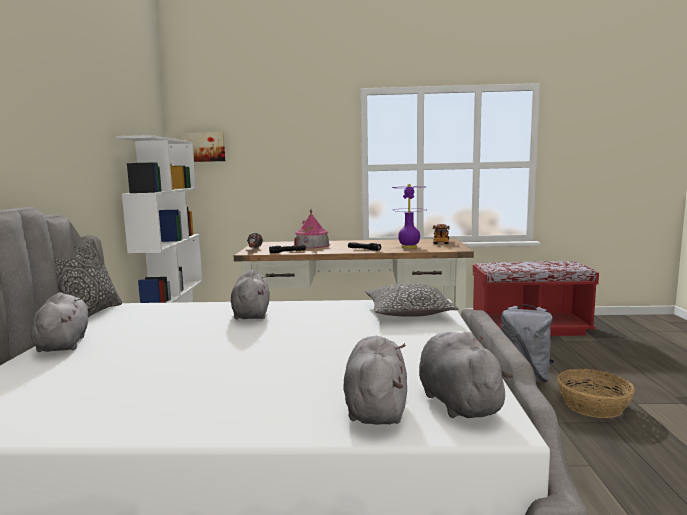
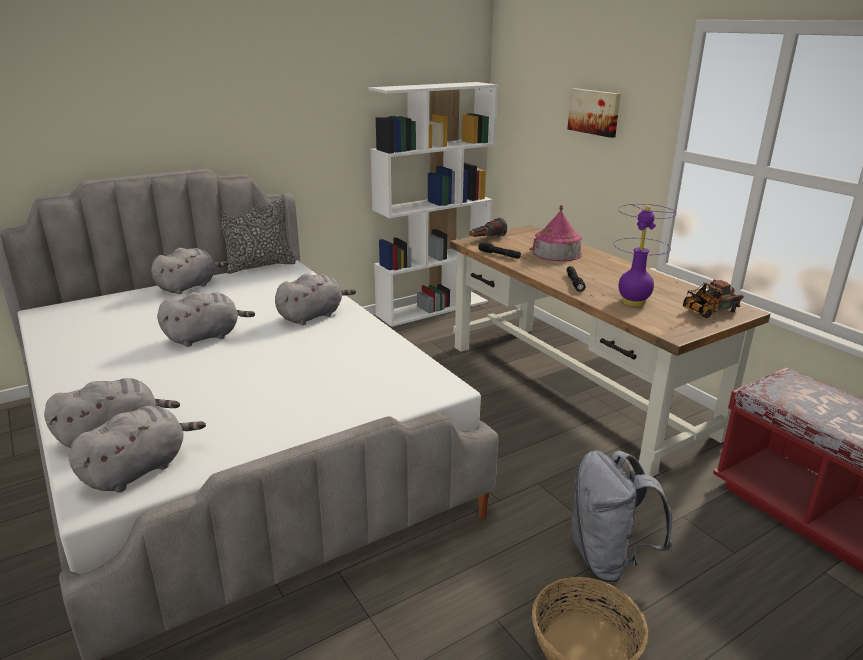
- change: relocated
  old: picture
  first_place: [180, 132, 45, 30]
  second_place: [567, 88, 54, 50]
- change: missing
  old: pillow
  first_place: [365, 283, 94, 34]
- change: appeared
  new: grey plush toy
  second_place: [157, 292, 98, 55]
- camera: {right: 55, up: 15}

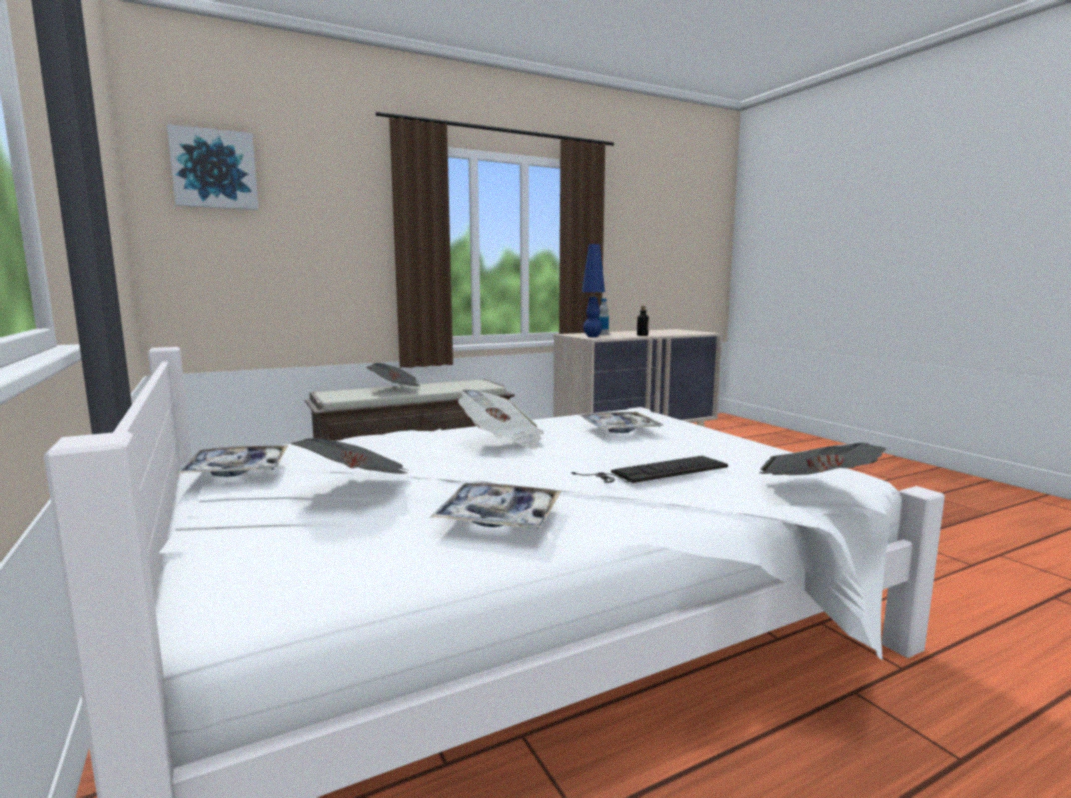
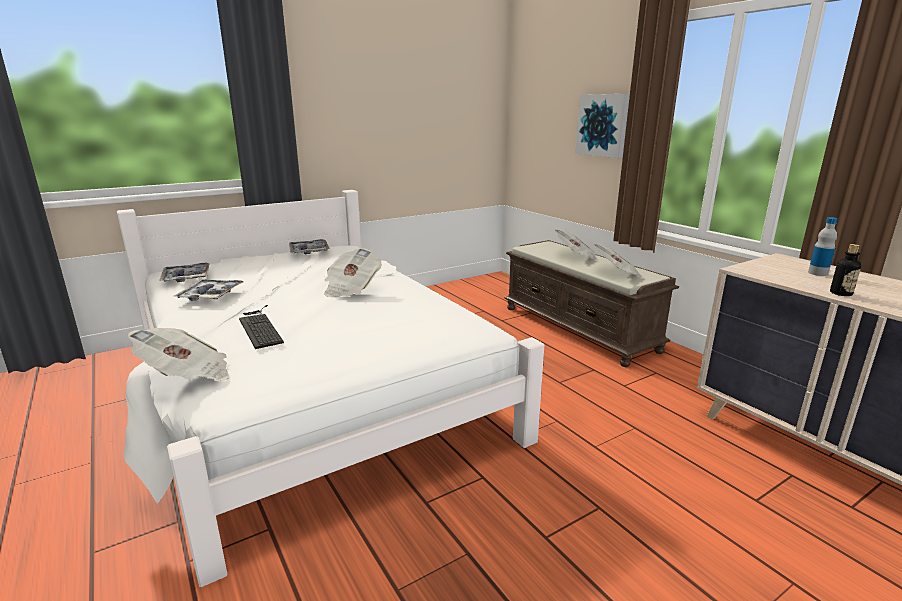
- change: relocated
  old: picture
  first_place: [167, 124, 92, 86]
  second_place: [575, 94, 55, 64]
- change: relocated
  old: newspaper
  first_place: [291, 438, 118, 36]
  second_place: [593, 243, 51, 35]
- change: relocated
  old: tray
  first_place: [580, 412, 84, 21]
  second_place: [160, 263, 50, 19]
- change: missing
  old: blue table lamp
  first_place: [582, 244, 23, 93]
- camera: {right: 85, up: 10}

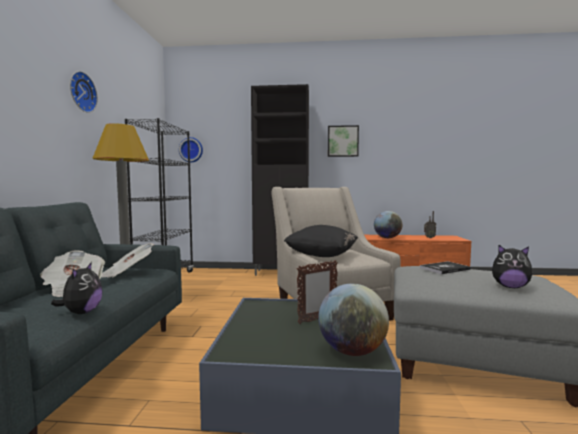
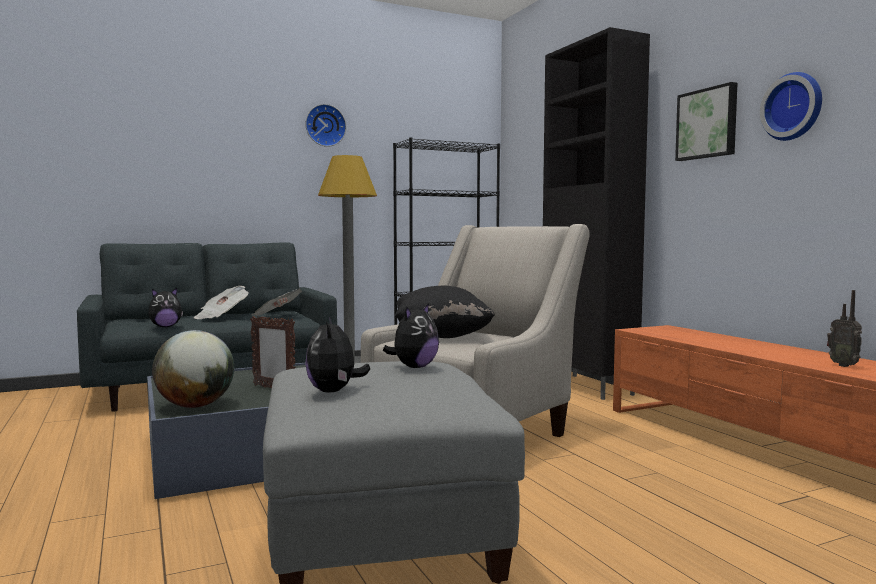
- change: relocated
  old: wall clock
  first_place: [179, 137, 24, 26]
  second_place: [760, 72, 62, 69]
- change: missing
  old: globe
  first_place: [374, 211, 28, 27]
- change: exchanged
  old: book
  new: plush toy
  first_place: [420, 261, 51, 13]
  second_place: [383, 303, 56, 65]
- camera: {right: 60, up: 0}

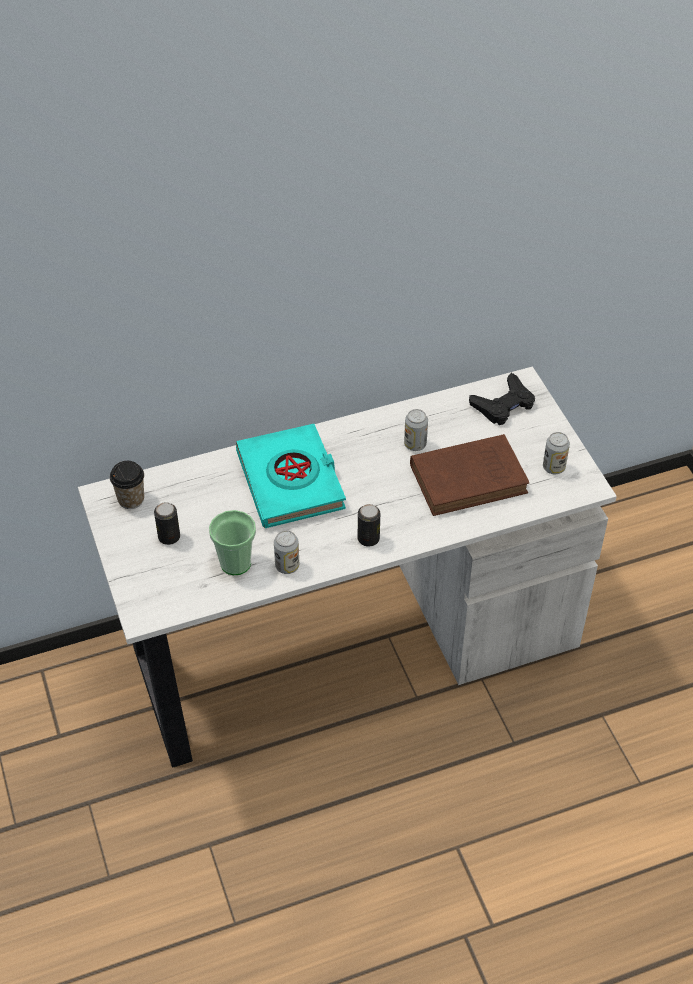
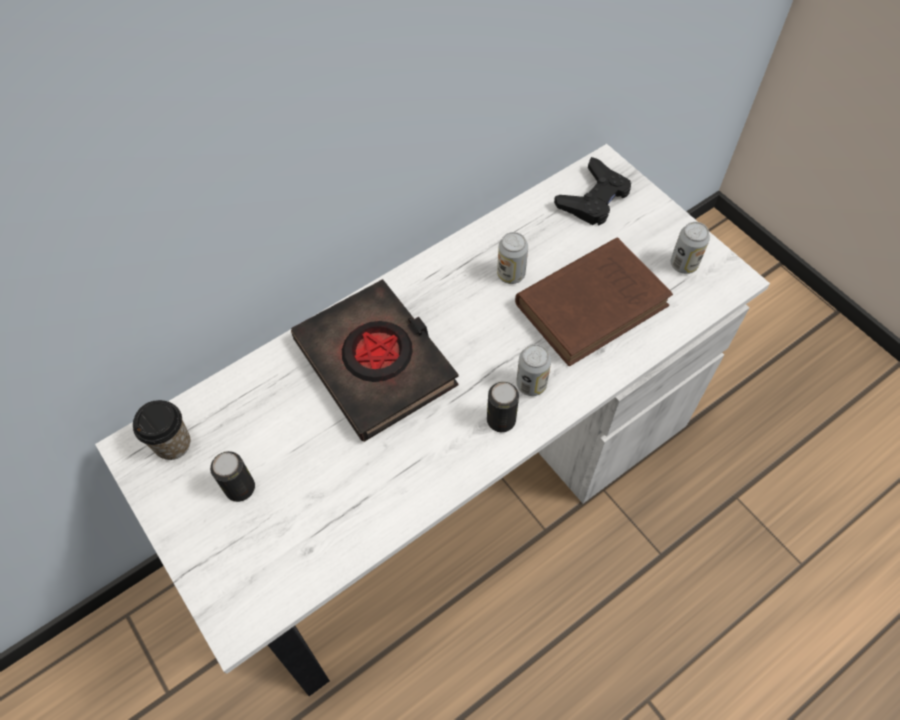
- change: missing
  old: cup
  first_place: [209, 510, 47, 65]
- change: colour
  old: turquoise book
  new: black book
  first_place: [236, 424, 110, 104]
  second_place: [291, 279, 168, 163]
- change: relocated
  old: can
  first_place: [274, 530, 25, 44]
  second_place: [516, 344, 35, 52]
- camera: {right: -15, up: 10}

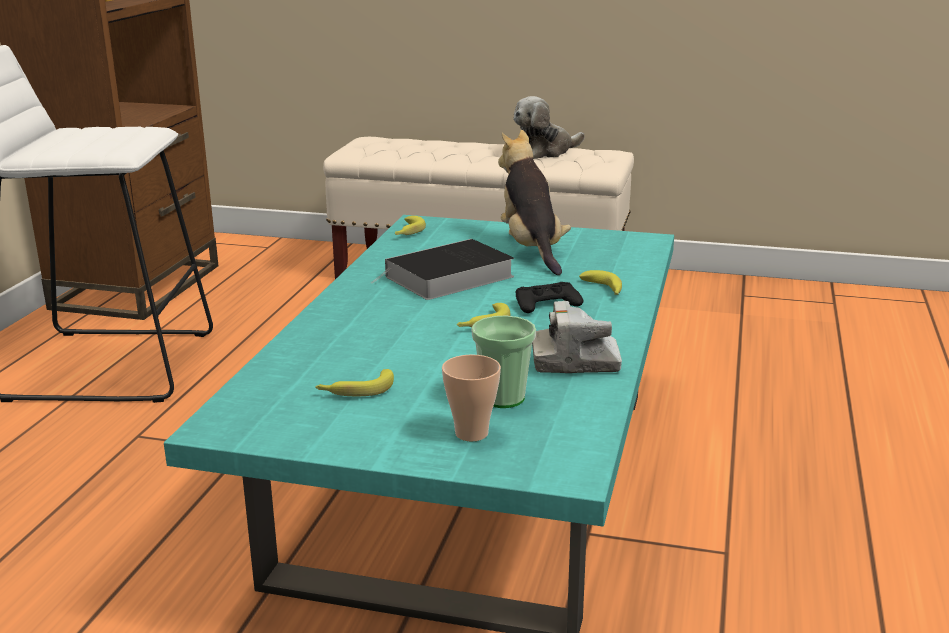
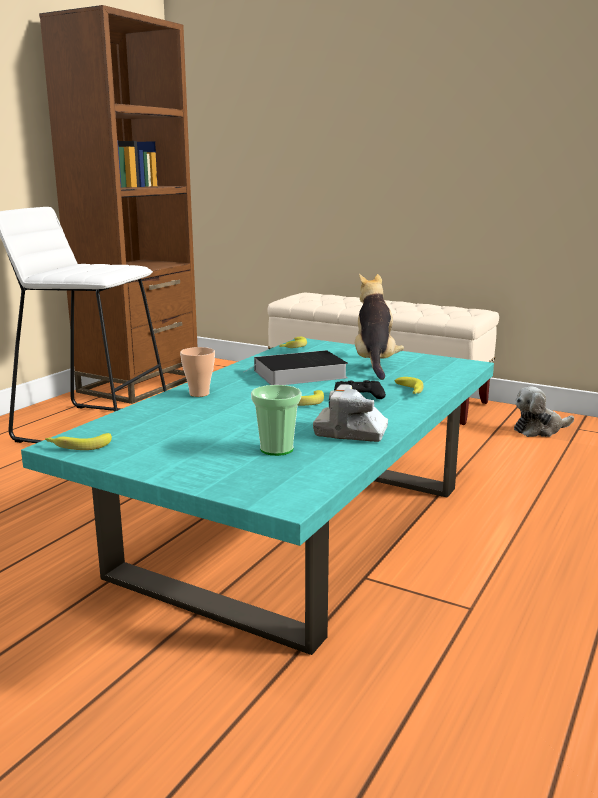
- change: relocated
  old: banana
  first_place: [315, 369, 79, 27]
  second_place: [45, 433, 67, 17]
- change: relocated
  old: cup
  first_place: [442, 354, 59, 87]
  second_place: [180, 347, 35, 50]
- change: relocated
  old: plush toy
  first_place: [514, 96, 71, 63]
  second_place: [514, 387, 60, 50]
- camera: {right: 15, up: -5}

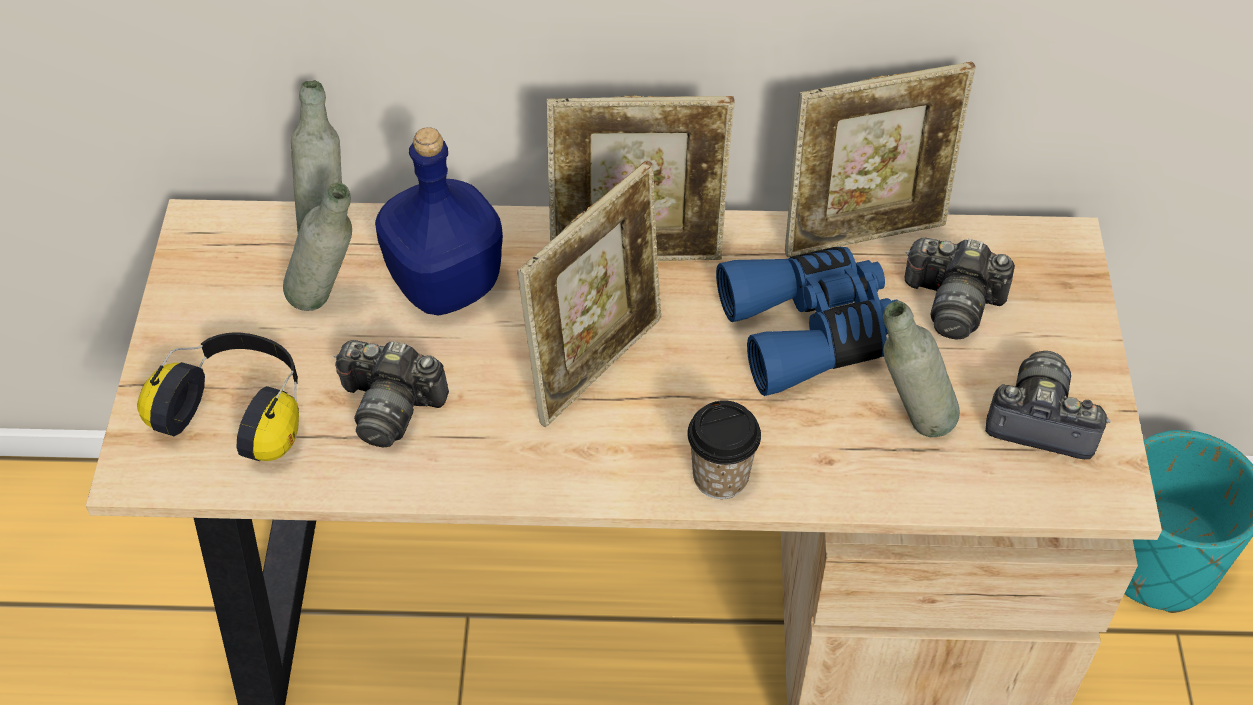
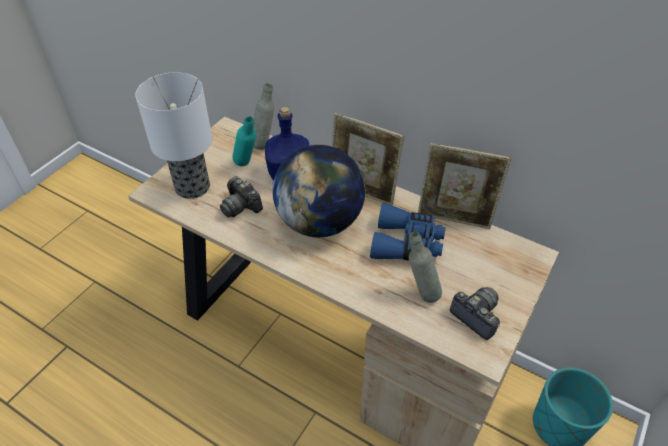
- change: exchanged
  old: headphones
  new: table lamp
  first_place: [137, 332, 162, 129]
  second_place: [135, 72, 77, 127]
- change: colour
  old: grey bottle
  new: turquoise bottle
  first_place: [283, 182, 69, 129]
  second_place: [233, 116, 23, 50]
- change: exchanged
  old: picture frame
  new: globe
  first_place: [517, 160, 144, 267]
  second_place: [273, 145, 92, 92]
- change: missing
  old: cup
  first_place: [687, 400, 74, 99]
- change: missing
  old: photo camera
  first_place: [905, 237, 110, 103]
- camera: {right: 30, up: -5}

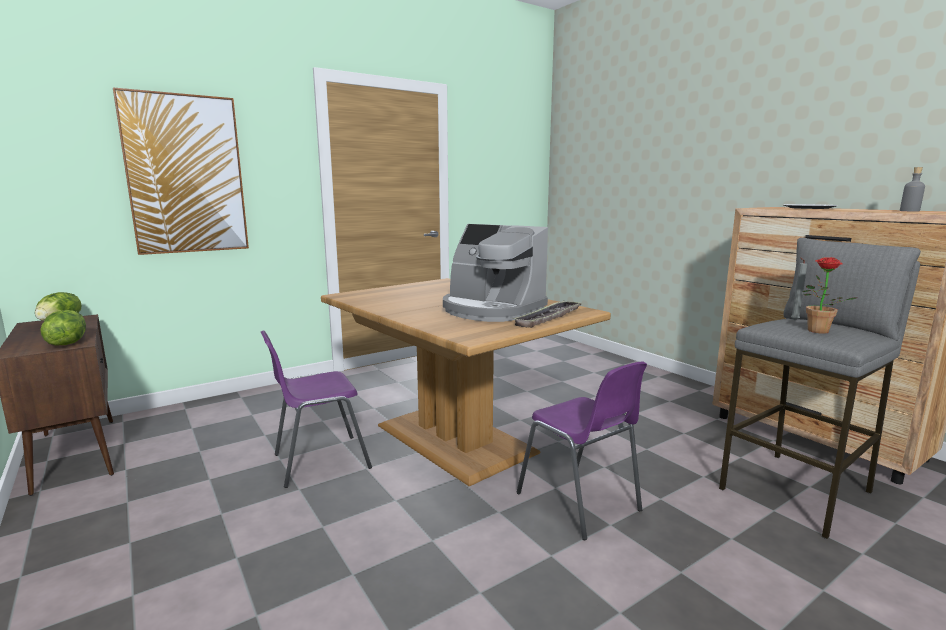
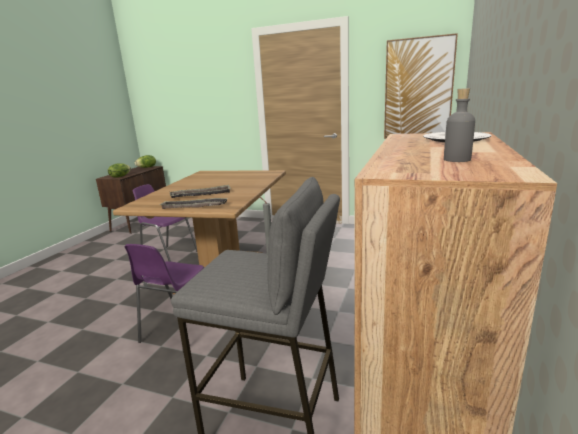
- change: relocated
  old: picture
  first_place: [113, 87, 136, 168]
  second_place: [384, 33, 74, 106]
- change: exchanged
  old: coffee machine
  new: tray
  first_place: [443, 224, 105, 98]
  second_place: [170, 185, 61, 13]
- change: missing
  old: potted plant
  first_place: [802, 257, 54, 77]
- camera: {right: 55, up: 5}

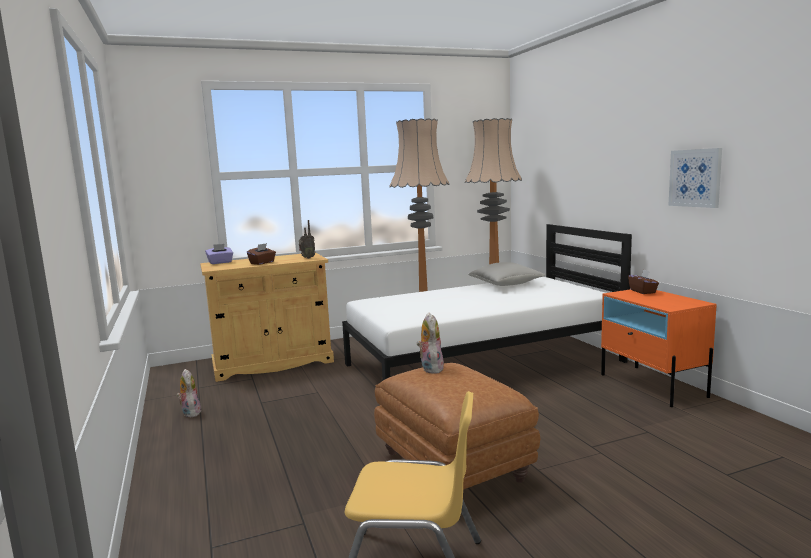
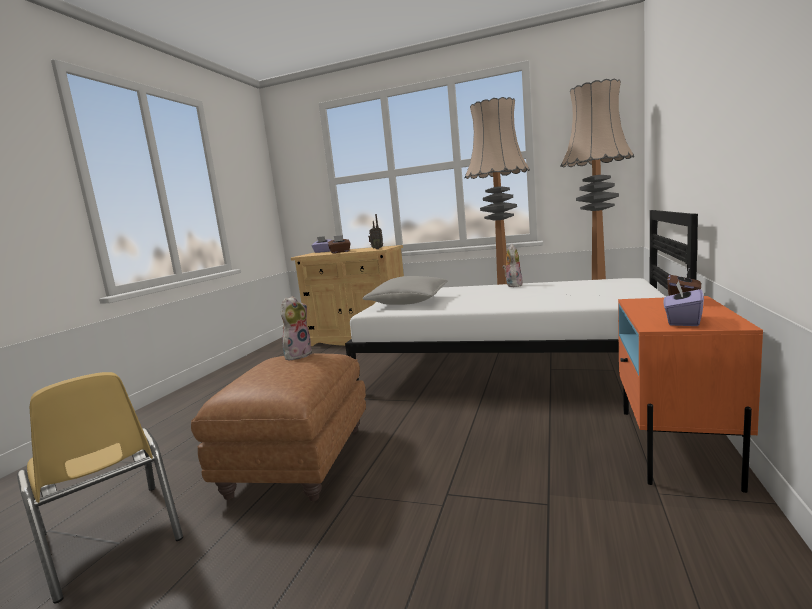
- change: relocated
  old: plush toy
  first_place: [176, 369, 26, 48]
  second_place: [503, 244, 20, 43]
- change: relocated
  old: grey pillow
  first_place: [468, 262, 78, 24]
  second_place: [363, 276, 85, 29]
- change: missing
  old: picture
  first_place: [668, 148, 54, 60]
- change: appeared
  new: purple tissue box
  second_place: [664, 281, 40, 45]
- camera: {right: 40, up: 0}

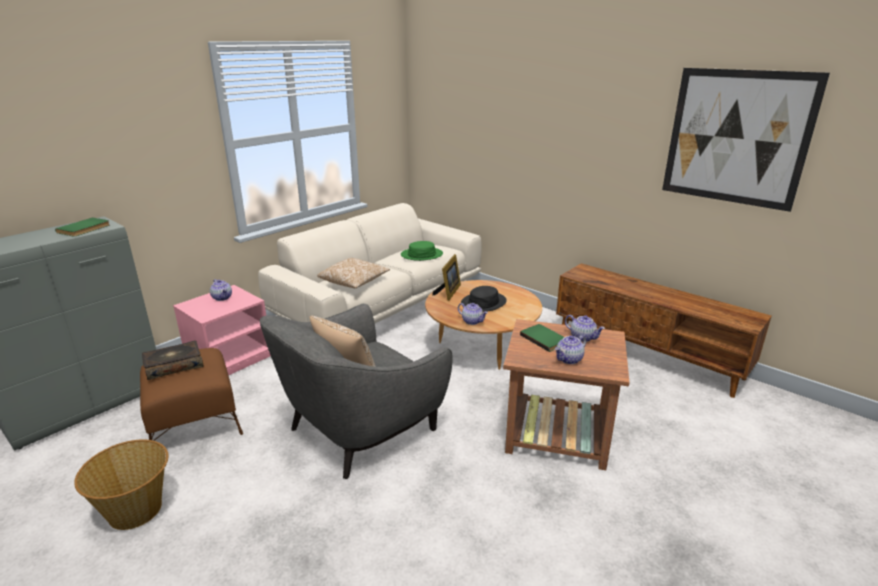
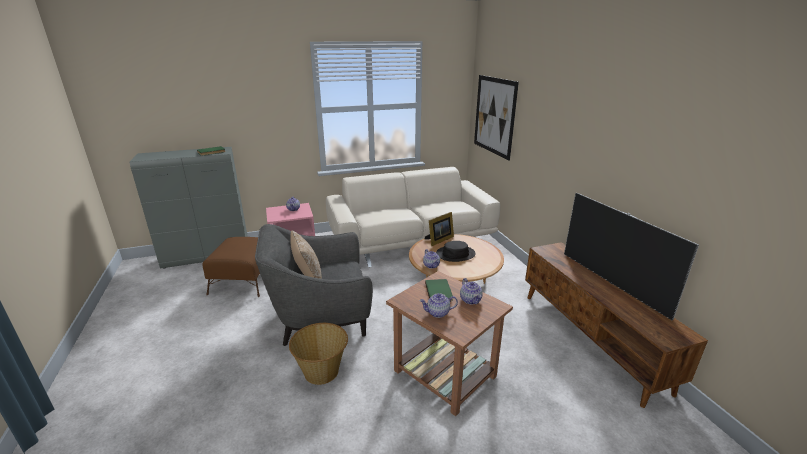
- change: relocated
  old: basket
  first_place: [74, 439, 95, 91]
  second_place: [289, 323, 59, 62]
- change: missing
  old: book
  first_place: [142, 340, 62, 40]
- change: missing
  old: pillow
  first_place: [317, 258, 73, 30]
- change: missing
  old: green hat
  first_place: [401, 241, 42, 20]
- change: relocated
  old: picture
  first_place: [662, 68, 168, 144]
  second_place: [474, 75, 45, 86]
- change: appeared
  new: television
  second_place: [564, 193, 135, 127]
- camera: {right: 30, up: 0}

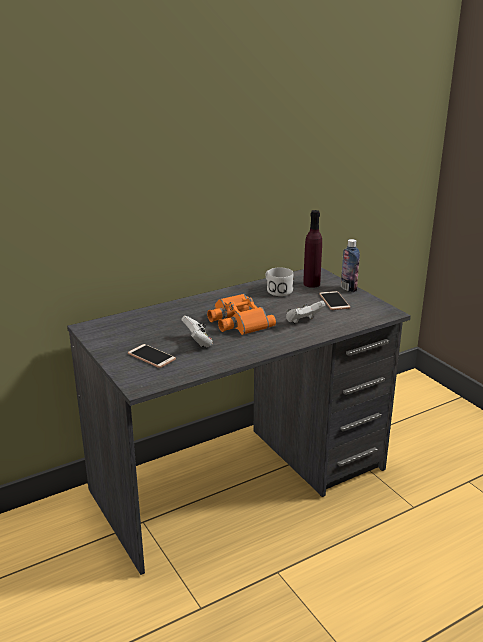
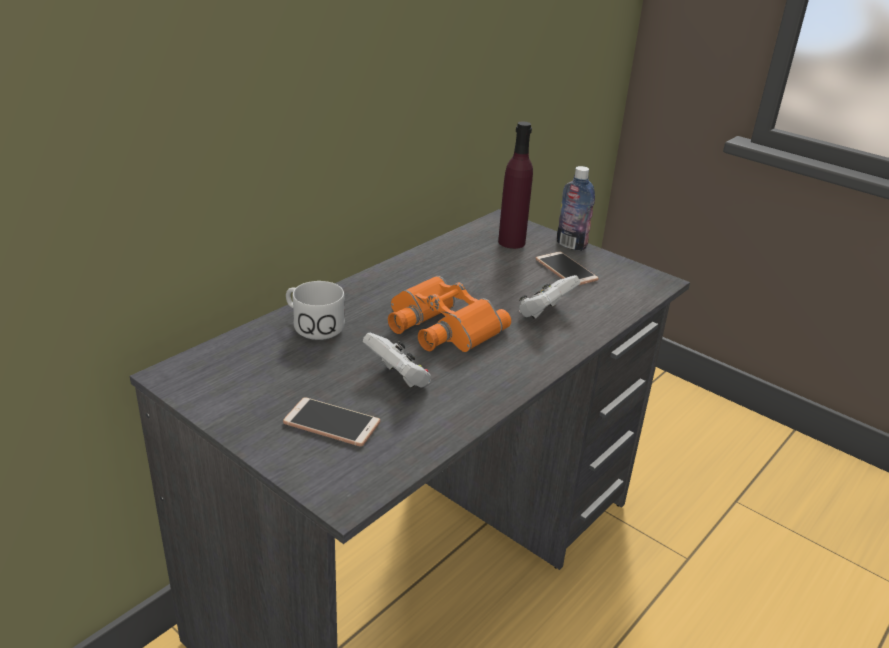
- change: relocated
  old: white mug
  first_place: [266, 267, 28, 29]
  second_place: [286, 281, 59, 59]
- camera: {right: -20, up: 5}

